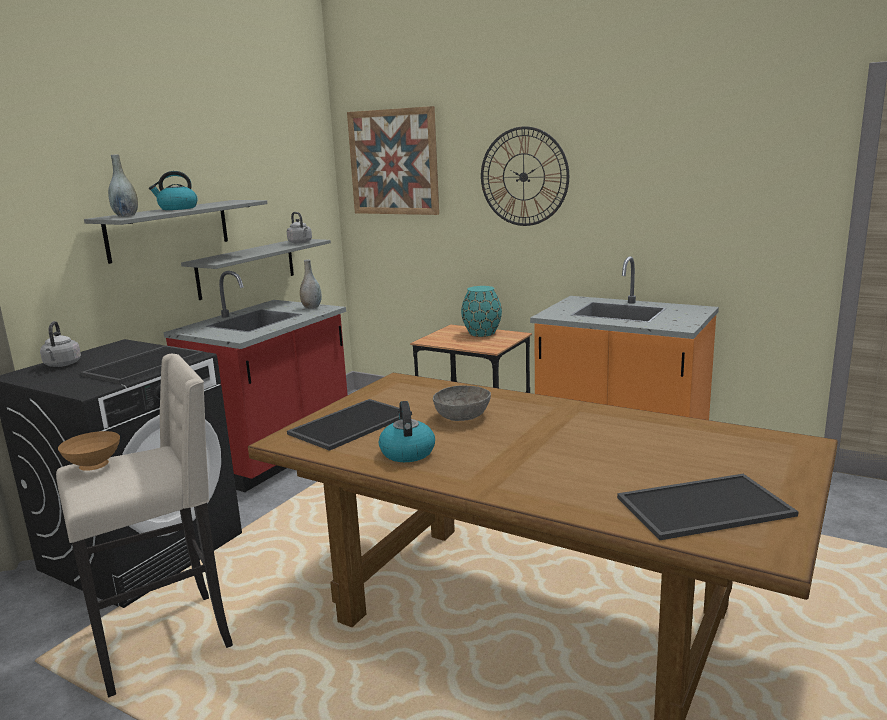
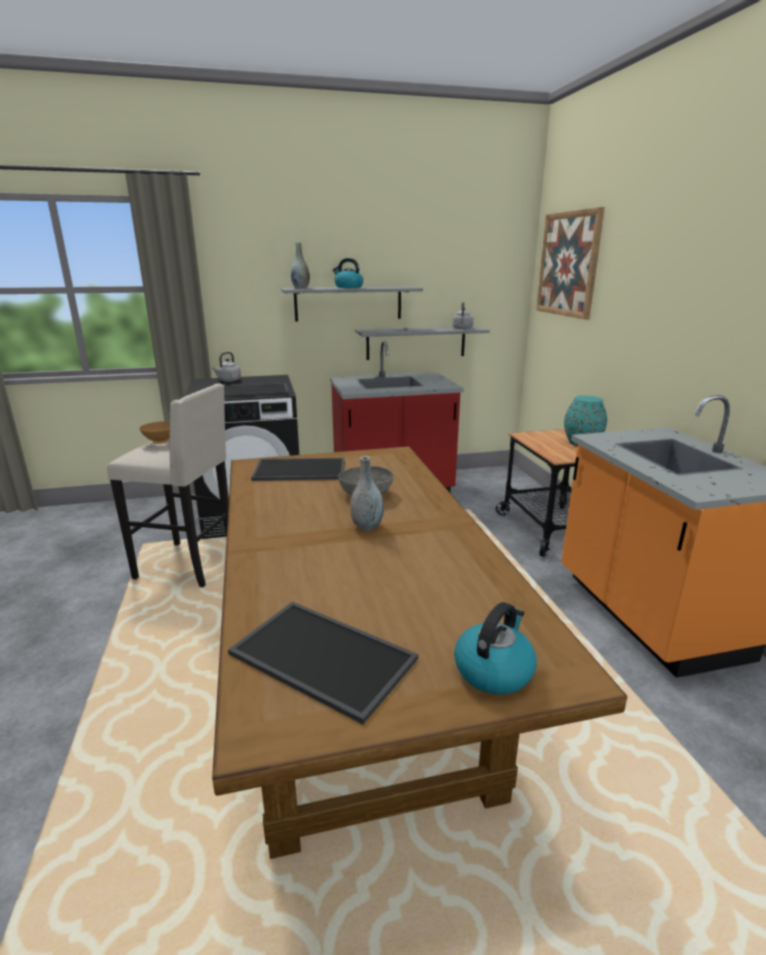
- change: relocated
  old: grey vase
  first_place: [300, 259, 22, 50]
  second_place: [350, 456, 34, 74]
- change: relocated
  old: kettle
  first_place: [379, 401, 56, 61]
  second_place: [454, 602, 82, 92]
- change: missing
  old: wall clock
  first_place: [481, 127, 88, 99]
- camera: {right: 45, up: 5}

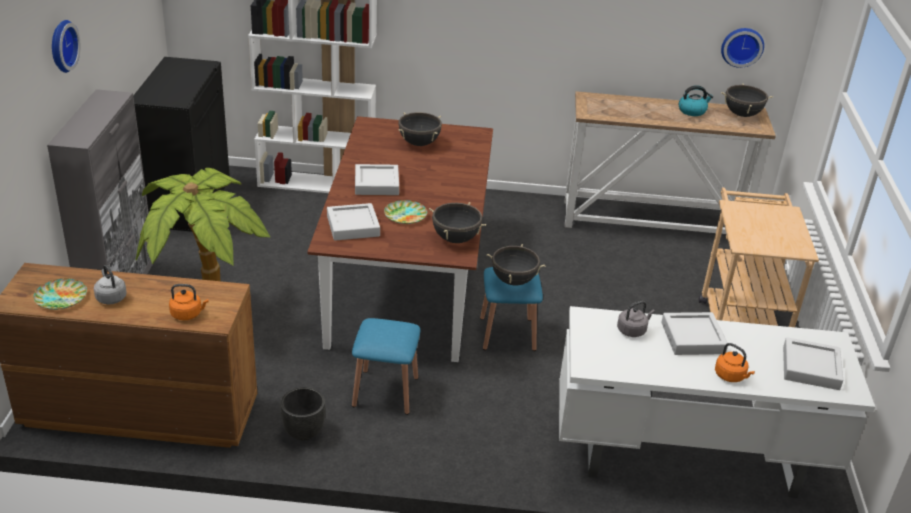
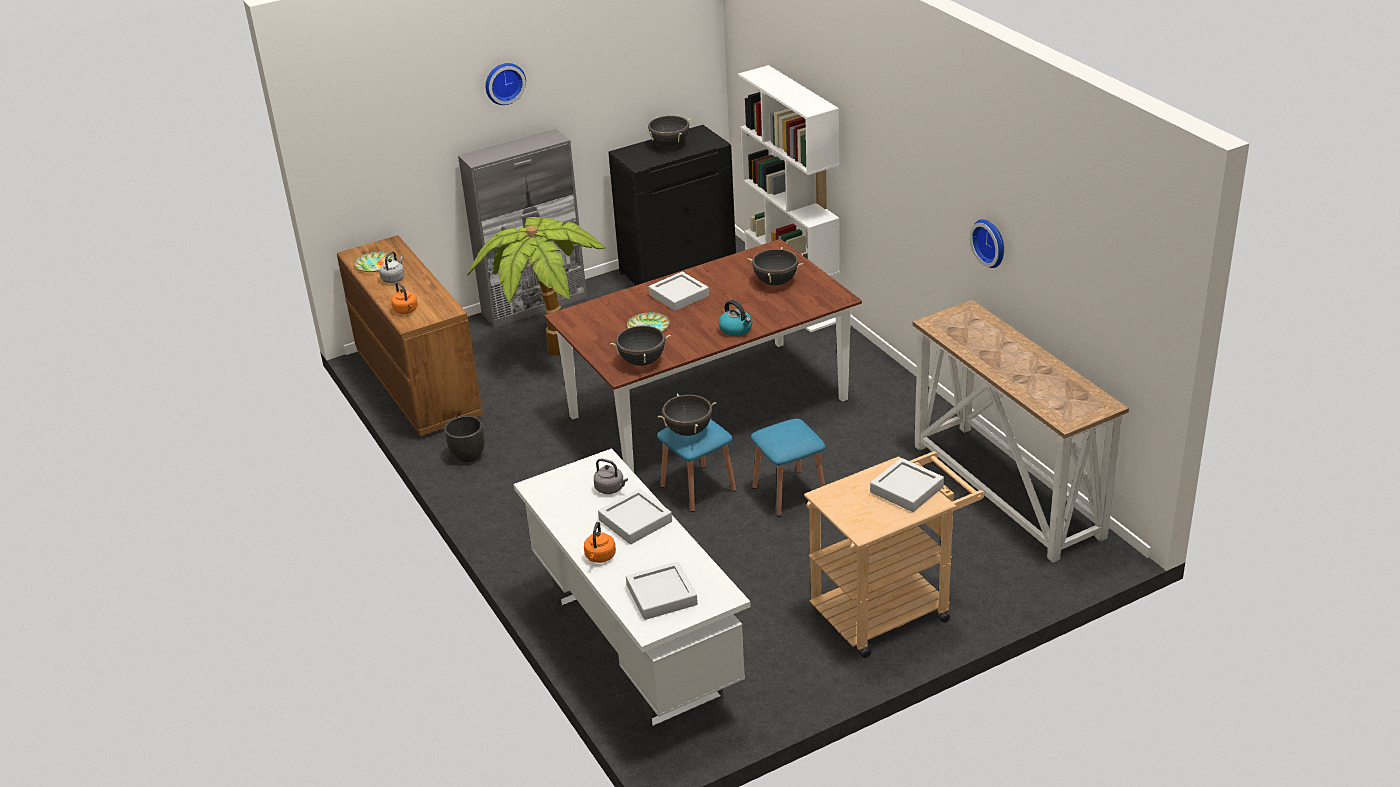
- change: relocated
  old: grey tray
  first_place: [327, 203, 53, 38]
  second_place: [870, 458, 74, 54]
- change: relocated
  old: blue stool
  first_place: [352, 318, 68, 97]
  second_place: [751, 419, 75, 98]
- change: relocated
  old: kettle
  first_place: [679, 85, 34, 31]
  second_place: [719, 300, 34, 36]
- change: relocated
  old: wall clock
  first_place: [721, 28, 43, 40]
  second_place: [970, 219, 34, 49]
- change: relocated
  old: black cooking pot
  first_place: [721, 84, 52, 33]
  second_place: [646, 116, 45, 31]
- camera: {right: 60, up: 0}

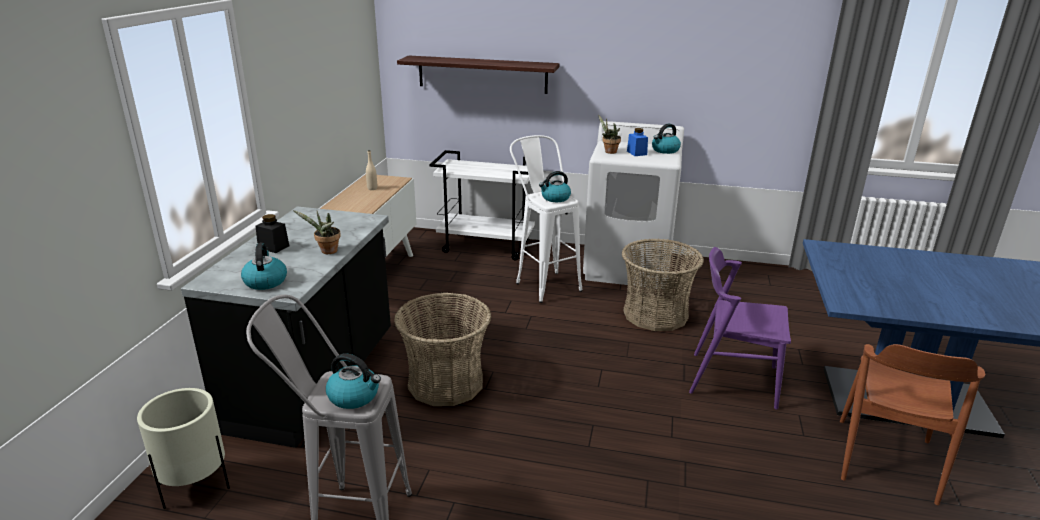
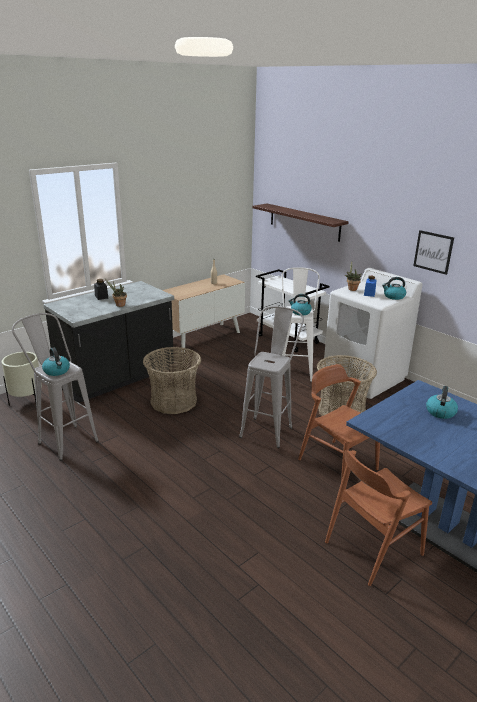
- change: relocated
  old: kettle
  first_place: [241, 243, 46, 47]
  second_place: [426, 386, 32, 33]
- change: colour
  old: purple chair
  new: brown chair
  first_place: [689, 247, 102, 163]
  second_place: [298, 364, 82, 117]
- change: appeared
  new: grey stool
  second_place: [239, 306, 65, 142]
- change: appeared
  new: picture
  second_place: [413, 230, 41, 45]
- camera: {right: 35, up: 0}

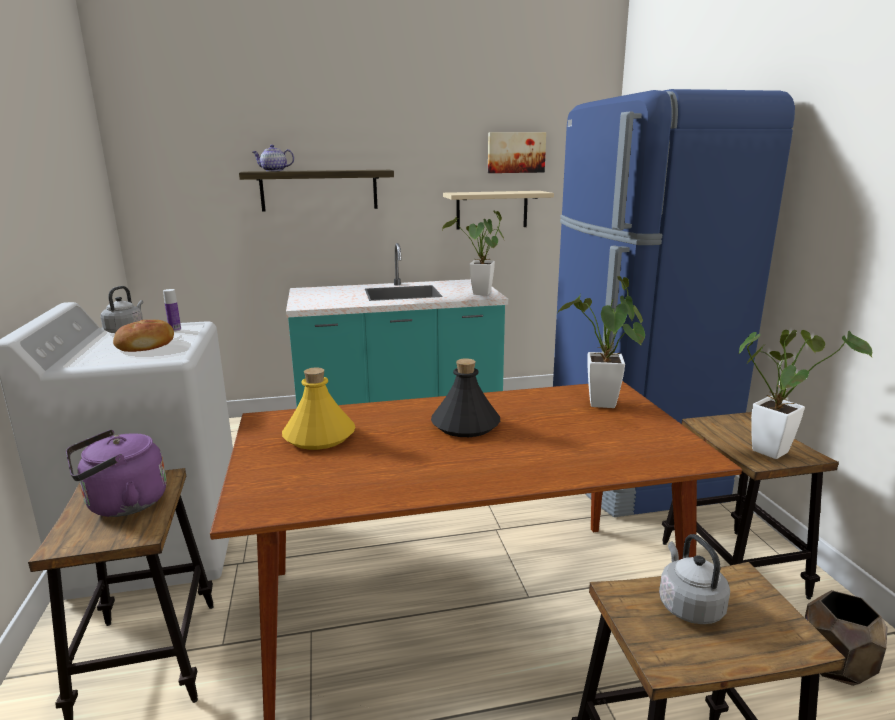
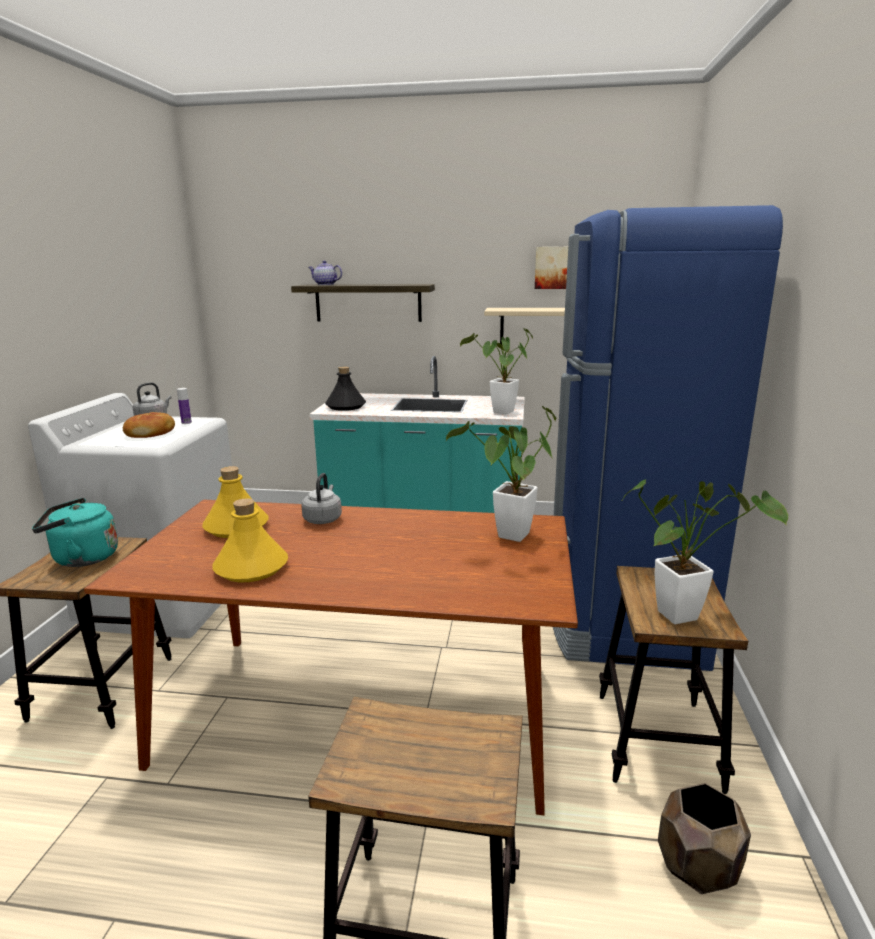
- change: colour
  old: purple kettle
  new: turquoise kettle
  first_place: [66, 429, 101, 88]
  second_place: [32, 498, 86, 69]
- change: relocated
  old: black bottle
  first_place: [431, 358, 69, 79]
  second_place: [325, 367, 41, 44]
- change: relocated
  old: grey kettle
  first_place: [659, 534, 71, 90]
  second_place: [301, 473, 41, 51]
- change: appeared
  new: yellow bottle
  second_place: [212, 499, 76, 83]
- camera: {right: 20, up: 0}

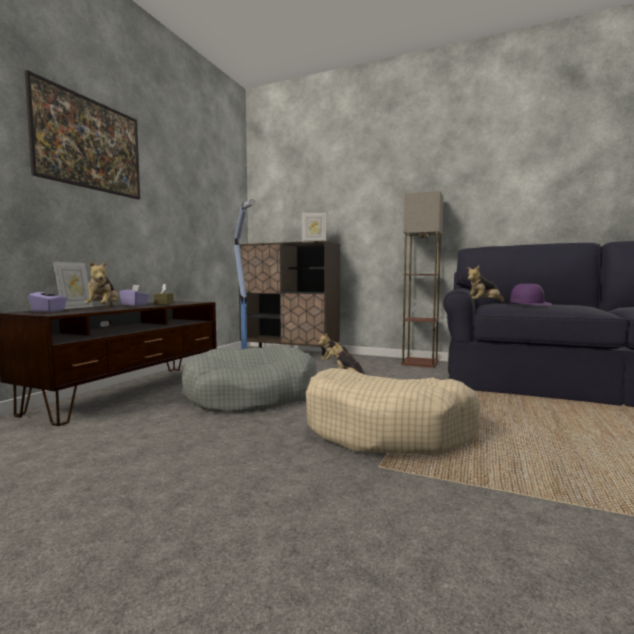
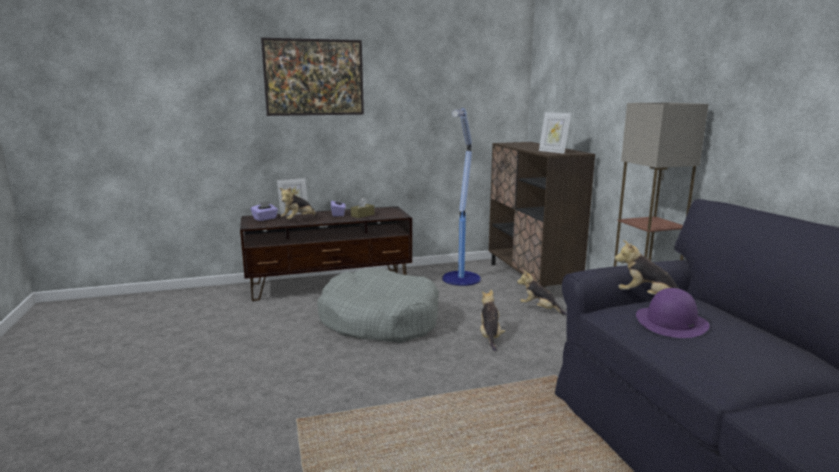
- change: missing
  old: beige dog bed
  first_place: [306, 368, 175, 87]
- camera: {right: 50, up: 10}

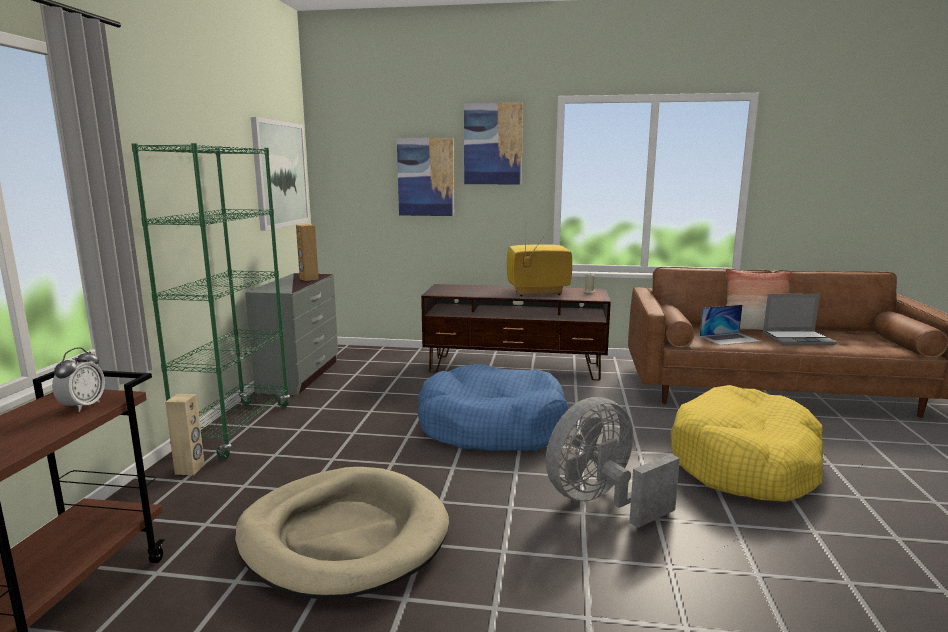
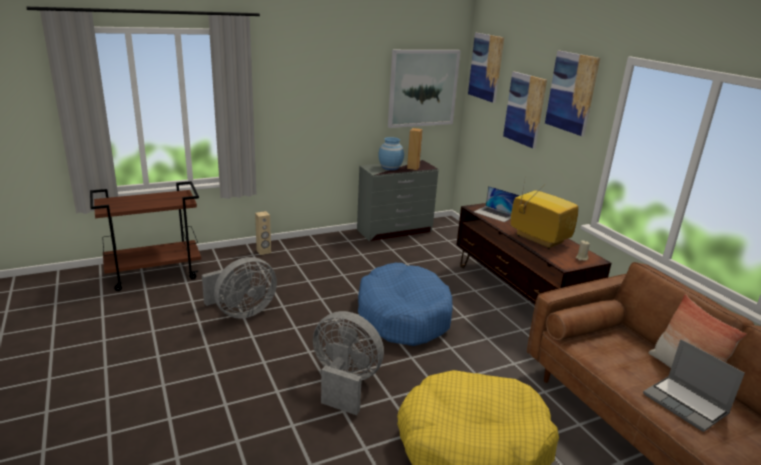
- change: missing
  old: alarm clock
  first_place: [52, 347, 53, 65]
- change: missing
  old: green bookcase
  first_place: [132, 143, 158, 316]
- change: exchanged
  old: beige dog bed
  new: grey fan
  first_place: [235, 467, 214, 132]
  second_place: [202, 257, 75, 62]
- change: relocated
  old: laptop
  first_place: [699, 305, 62, 40]
  second_place: [474, 186, 45, 36]
- change: appeared
  new: blue vase
  second_place: [378, 137, 26, 33]
- change: appeared
  new: picture
  second_place: [468, 33, 36, 70]
- camera: {right: 55, up: 10}

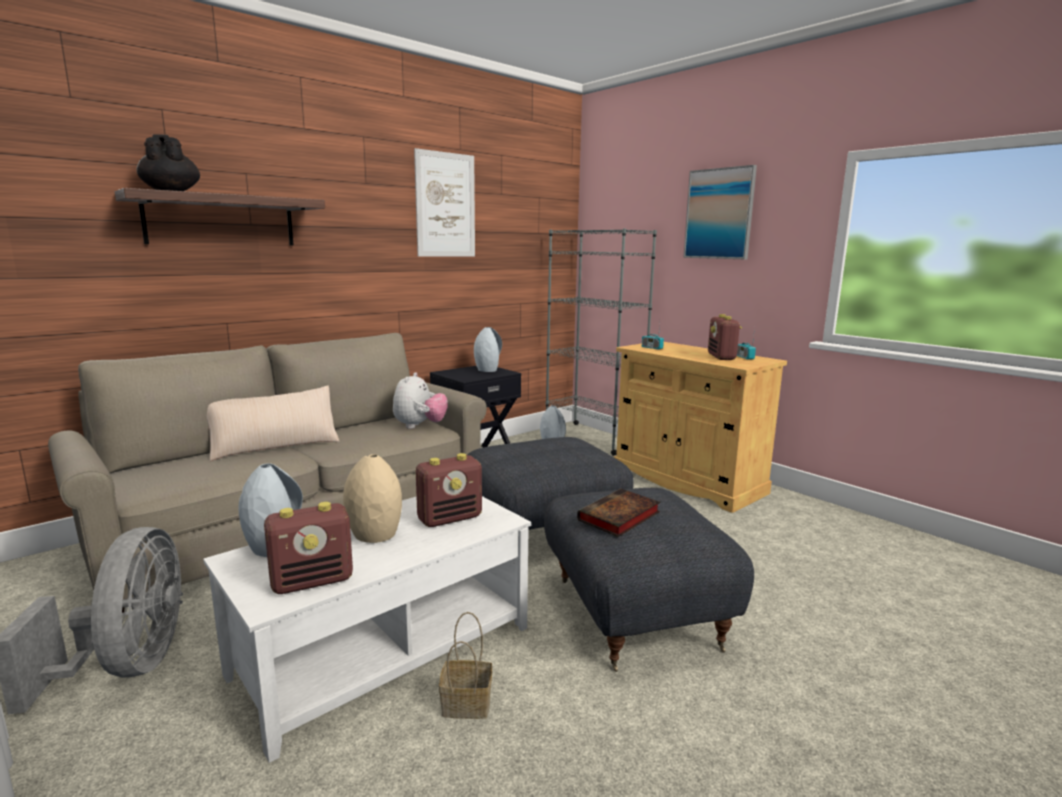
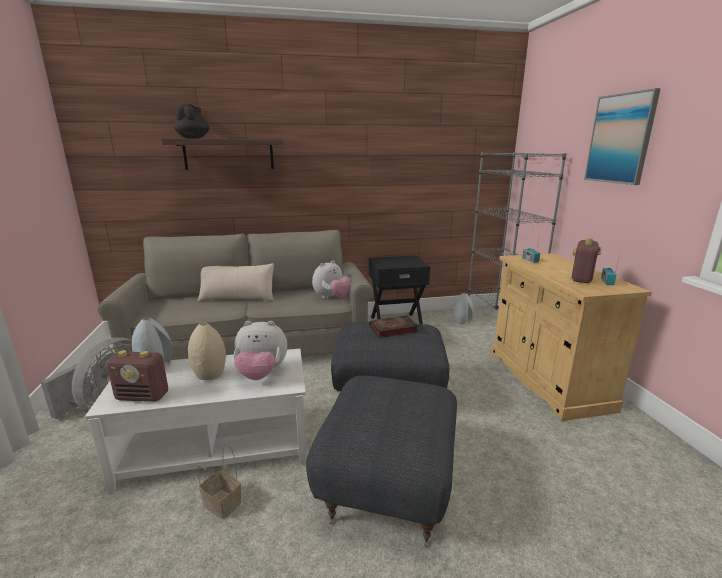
- change: missing
  old: picture
  first_place: [414, 148, 61, 109]
- change: exchanged
  old: radio
  new: plush toy
  first_place: [416, 453, 66, 74]
  second_place: [233, 321, 54, 59]
- change: missing
  old: grey vase
  first_place: [474, 327, 28, 45]
- change: relocated
  old: book
  first_place: [577, 489, 83, 48]
  second_place: [369, 315, 49, 23]
- camera: {right: 30, up: 5}

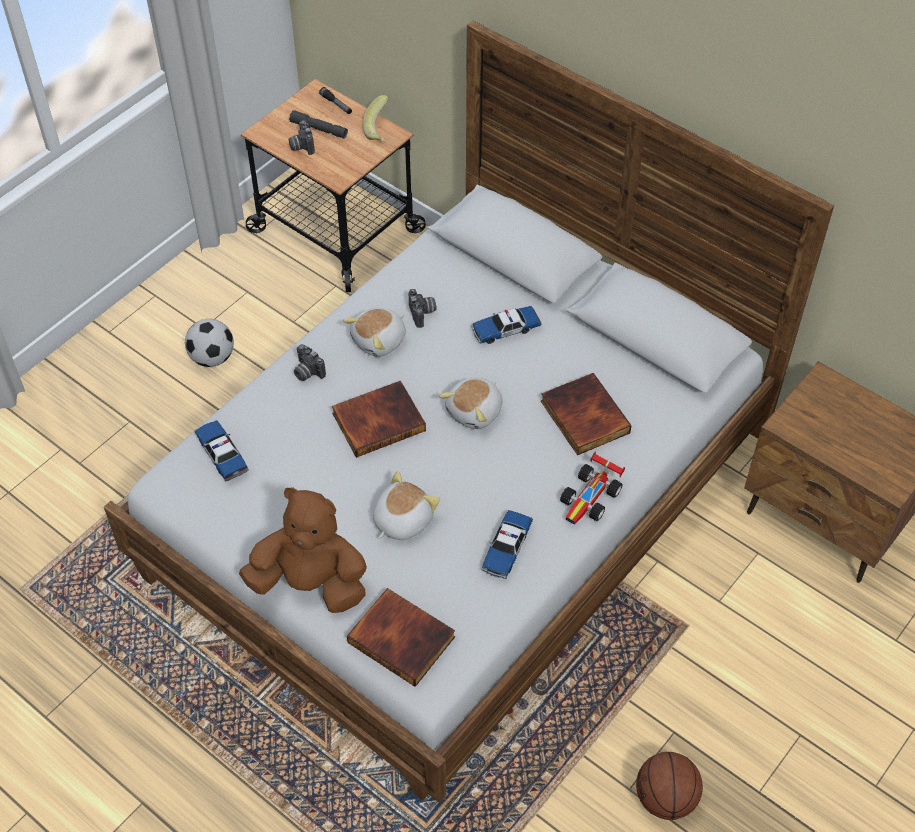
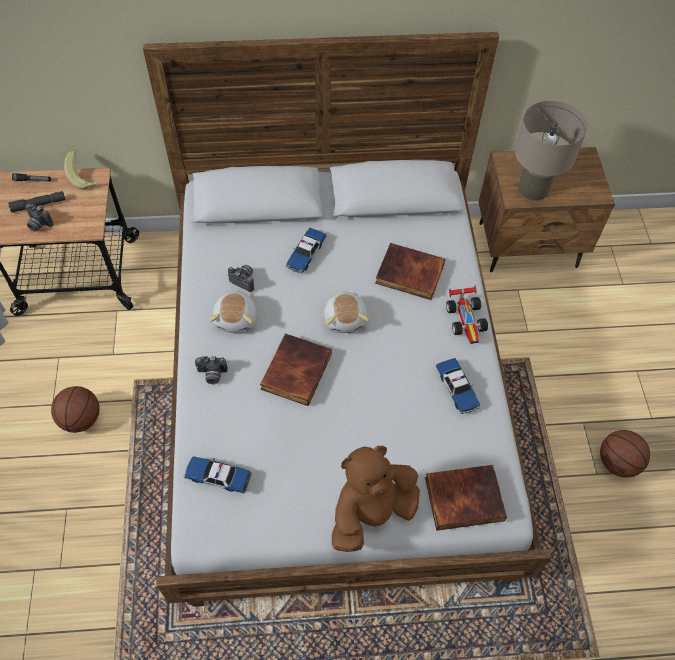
- change: exchanged
  old: football
  new: basketball
  first_place: [185, 319, 49, 48]
  second_place: [51, 386, 49, 47]
- change: missing
  old: plush toy
  first_place: [373, 471, 67, 69]
- change: appeared
  new: beige table lamp
  second_place: [515, 101, 72, 100]
- camera: {right: -45, up: 5}

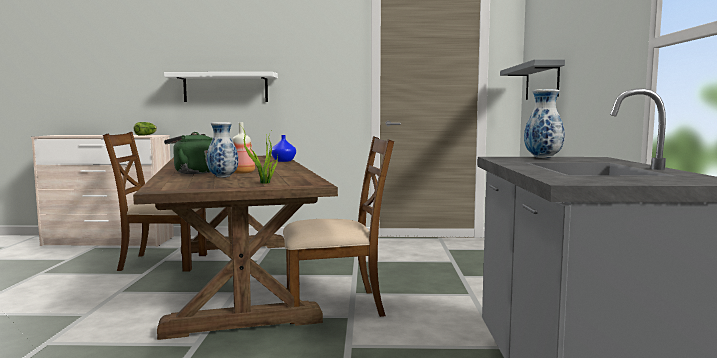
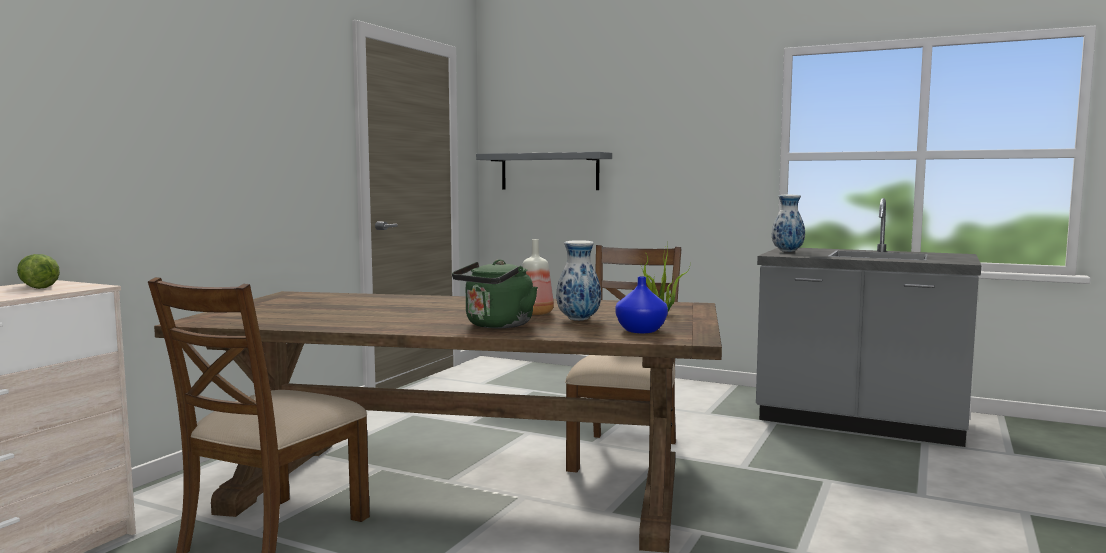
- change: missing
  old: white shelf
  first_place: [164, 72, 114, 30]
- change: relocated
  old: blue vase
  first_place: [271, 135, 25, 27]
  second_place: [615, 276, 53, 57]
- camera: {right: -65, up: 0}

